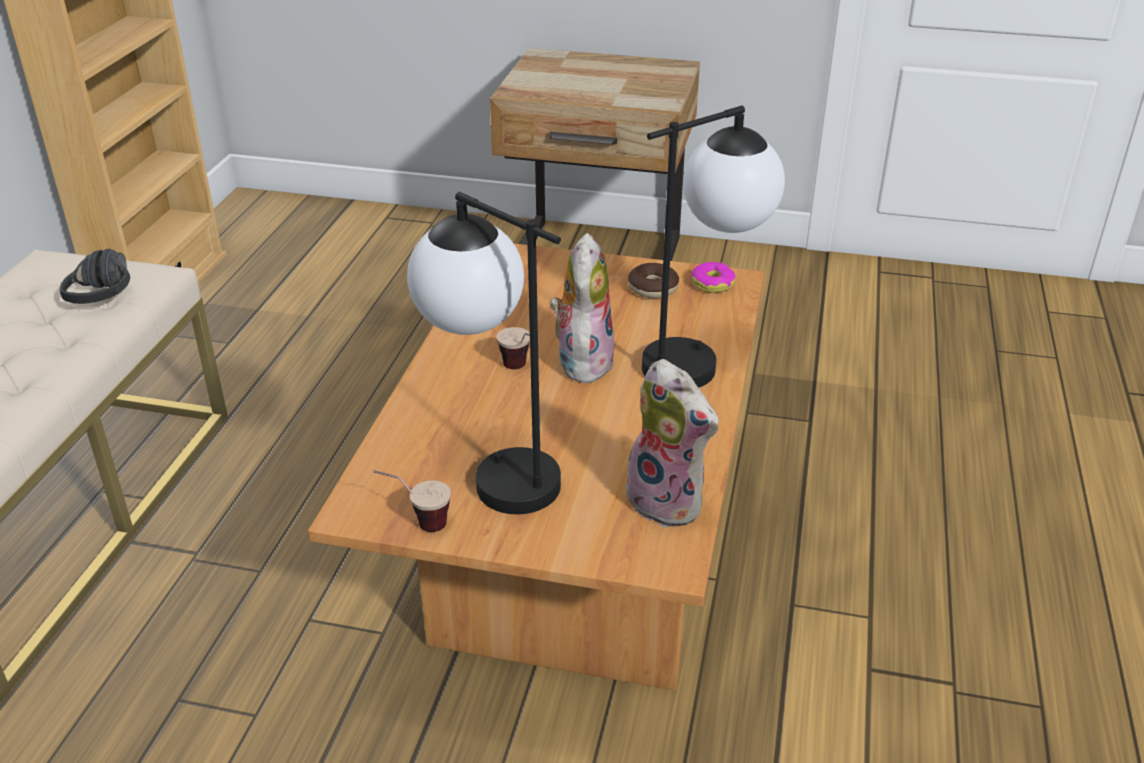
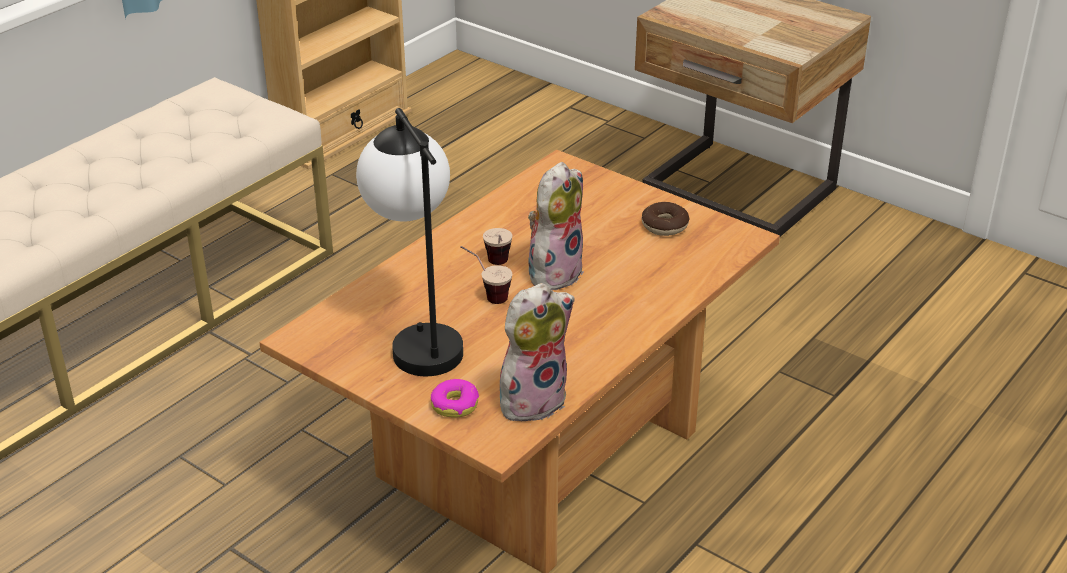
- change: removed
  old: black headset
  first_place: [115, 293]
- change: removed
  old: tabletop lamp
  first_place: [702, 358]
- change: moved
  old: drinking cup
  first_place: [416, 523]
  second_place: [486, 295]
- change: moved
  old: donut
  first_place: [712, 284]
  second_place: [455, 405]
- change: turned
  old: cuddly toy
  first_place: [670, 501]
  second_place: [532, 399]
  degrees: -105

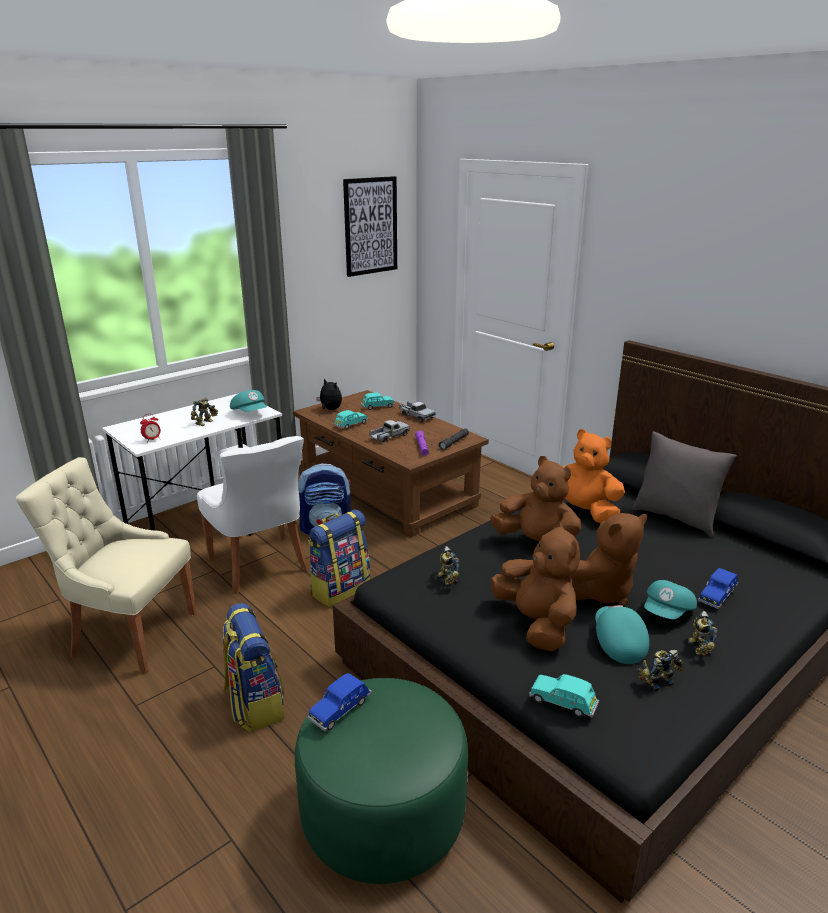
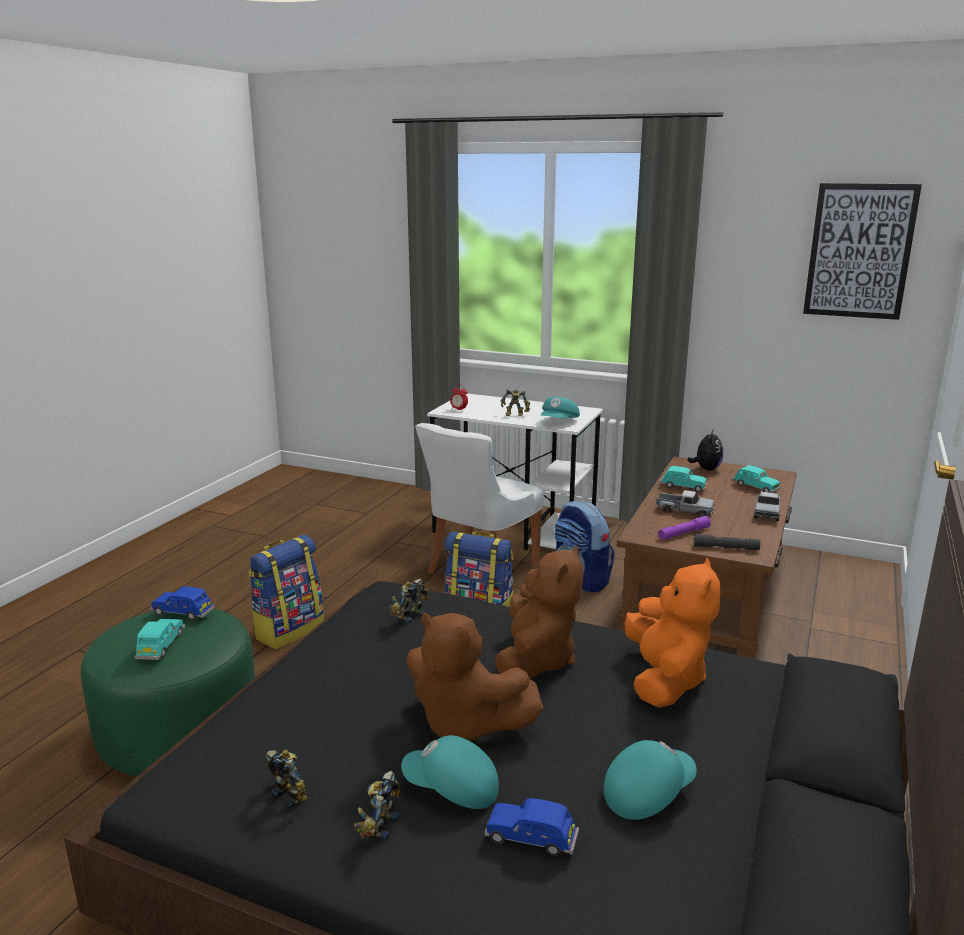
- change: removed
  old: sand-coloured chair
  first_place: [130, 634]
- change: removed
  old: brown cuddly toy
  first_place: [536, 624]
- change: removed
  old: grey pillow
  first_place: [675, 517]
- change: moved
  old: blue-green miniature car
  first_place: [563, 703]
  second_place: [161, 647]
- change: moved
  old: blue-green cap
  first_place: [617, 642]
  second_place: [647, 793]
- change: turned
  old: model robot
  first_place: [697, 648]
  second_place: [379, 825]
  degrees: -45

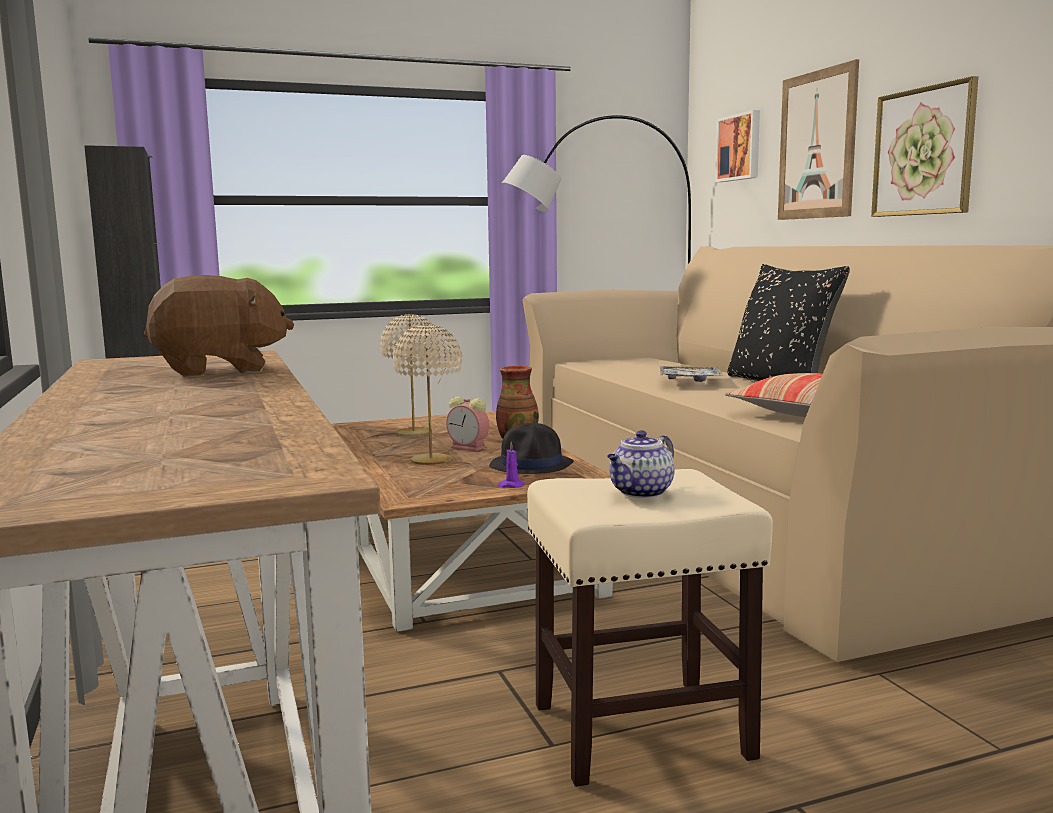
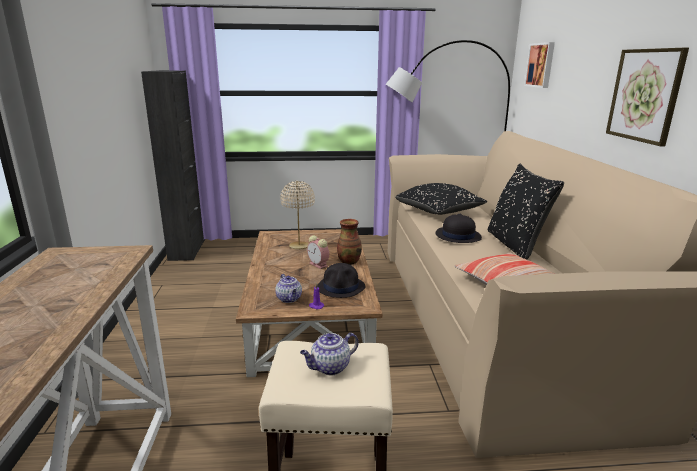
- change: removed
  old: brown cuddly toy
  first_place: [220, 370]
- change: removed
  old: sand-coloured tabletop lamp
  first_place: [431, 461]
- change: removed
  old: picture
  first_place: [817, 145]
- change: added
  new: tea pot
  second_place: [289, 299]
- change: added
  new: black pillow
  second_place: [439, 212]
- change: replaced
  old: tray
  new: black clothing hat
  first_place: [690, 380]
  second_place: [457, 236]

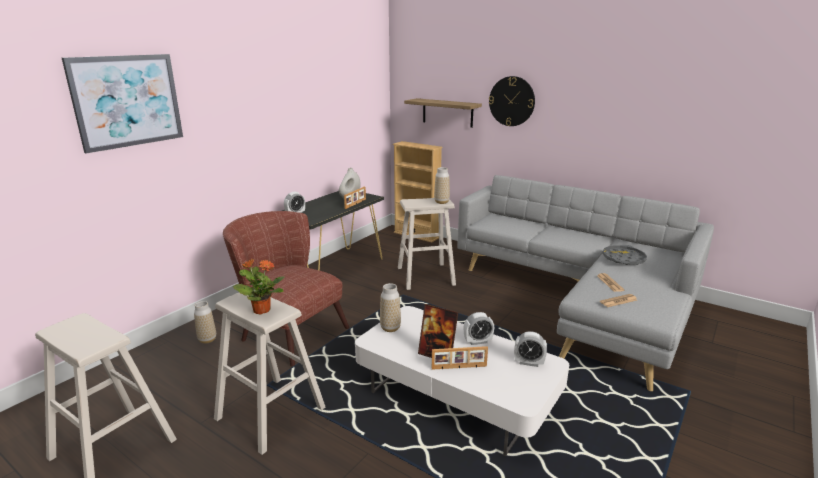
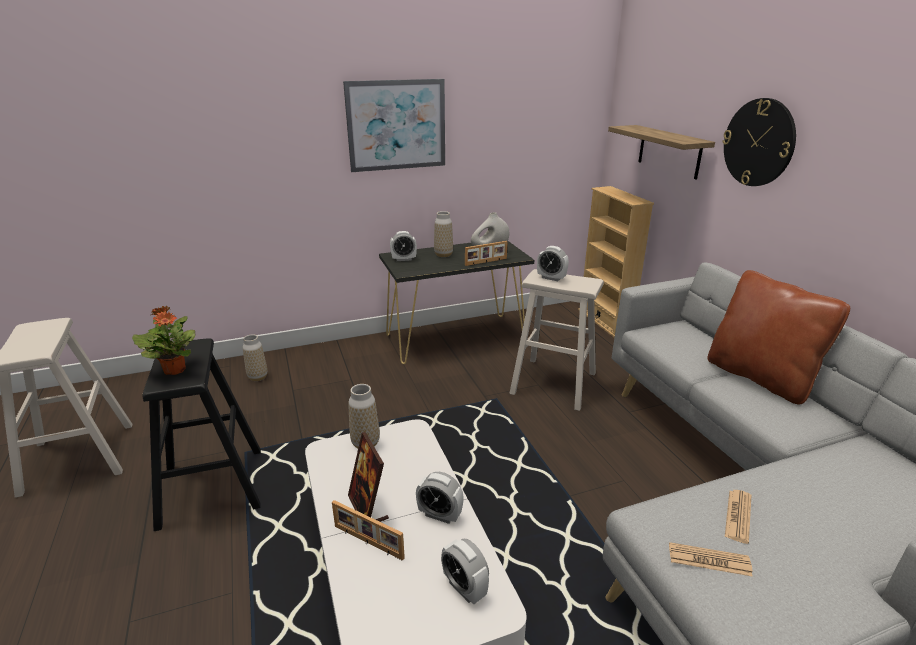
- change: removed
  old: brown armchair
  first_place: [288, 331]
- change: removed
  old: grey tray
  first_place: [623, 259]
- change: added
  new: alarm clock
  second_place: [551, 278]
- change: added
  new: brown pillow
  second_place: [760, 377]
- change: moved
  old: picture
  first_place: [127, 101]
  second_place: [396, 125]
- change: moved
  old: flower vase
  first_place: [441, 202]
  second_place: [443, 255]
- change: recoloured
  old: sand-coloured stool
  new: black stool
  first_place: [270, 413]
  second_place: [212, 487]

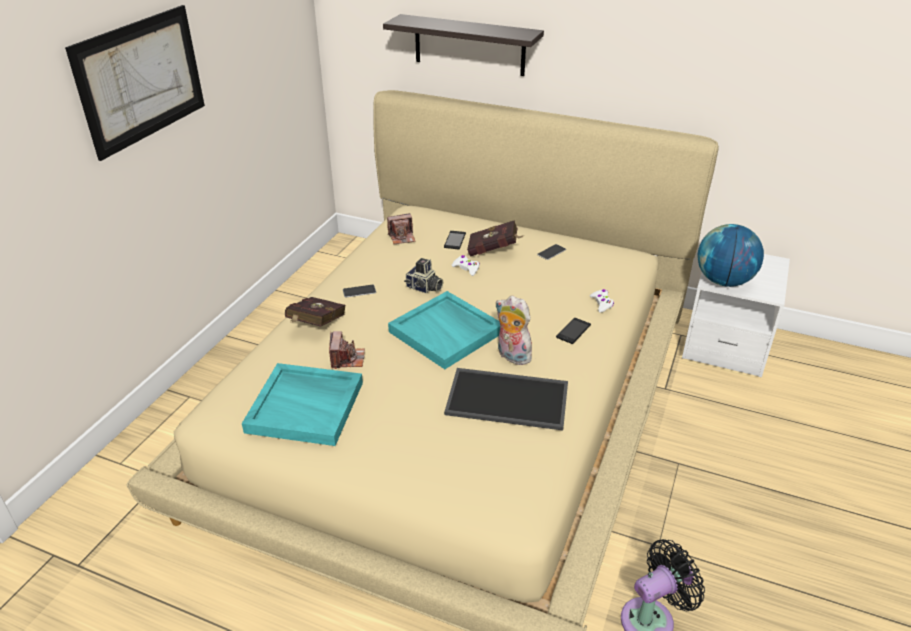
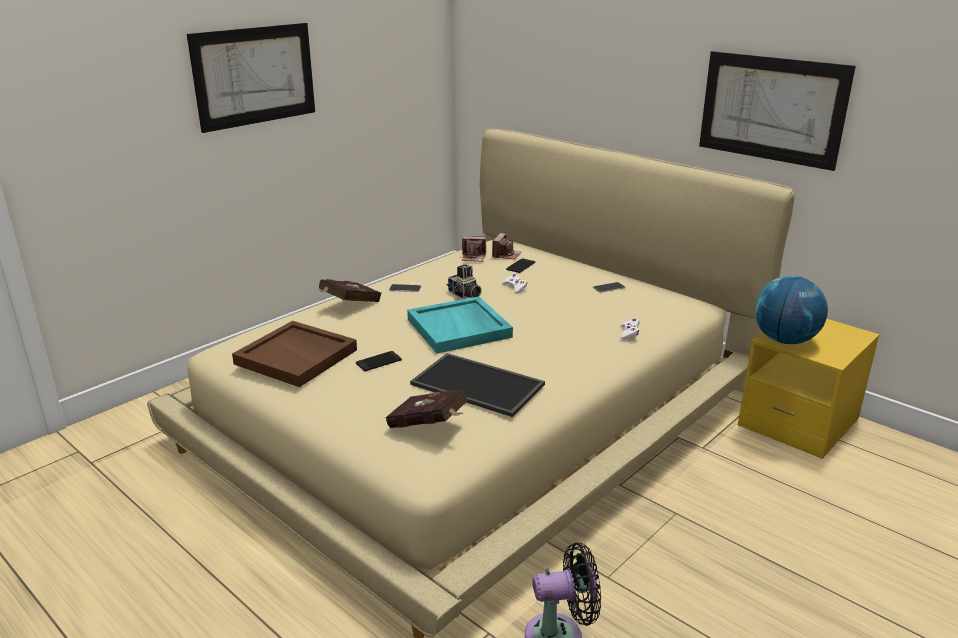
- change: removed
  old: wall shelf
  first_place: [469, 45]
- change: removed
  old: cuddly toy
  first_place: [511, 356]
- change: added
  new: picture
  second_place: [771, 109]
- change: moved
  old: still camera
  first_place: [347, 359]
  second_place: [506, 255]
- change: moved
  old: red book
  first_place: [494, 251]
  second_place: [430, 427]
- change: moved
  old: phone
  first_place: [573, 331]
  second_place: [378, 361]
- change: recoloured
  old: blue-green tray
  new: brown tray
  first_place: [306, 406]
  second_place: [297, 357]
- change: recoloured
  old: white bedside table
  new: yellow bedside table
  first_place: [725, 344]
  second_place: [798, 423]

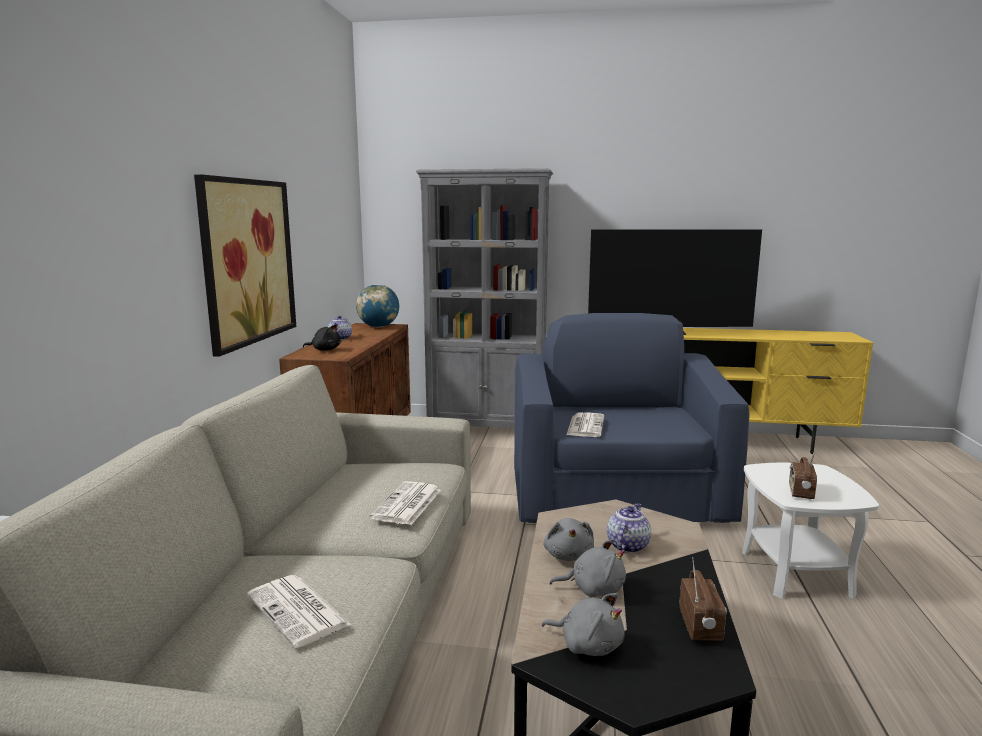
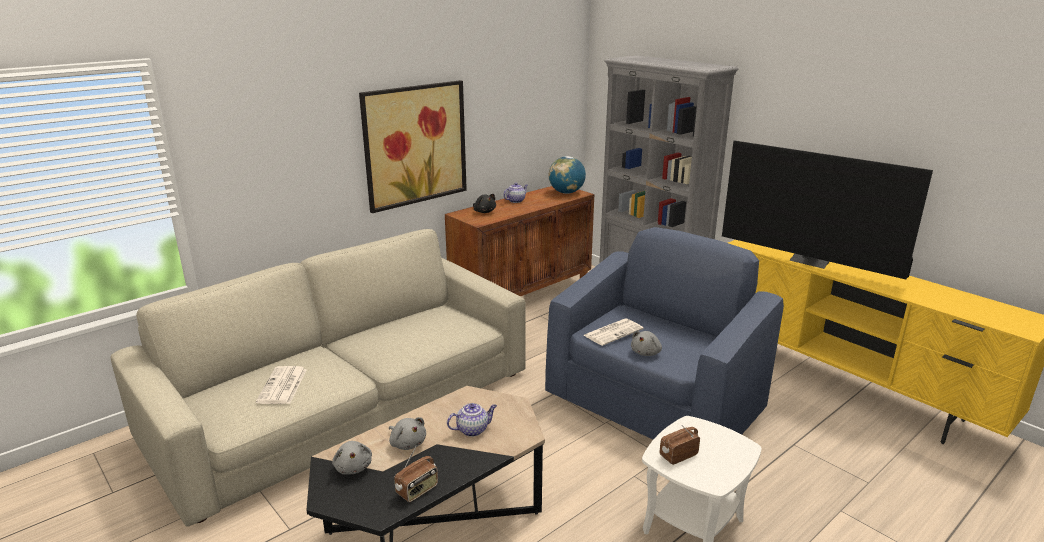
- change: removed
  old: daily paper
  first_place: [407, 504]
- change: moved
  old: grey cuddly toy
  first_place: [568, 555]
  second_place: [646, 353]

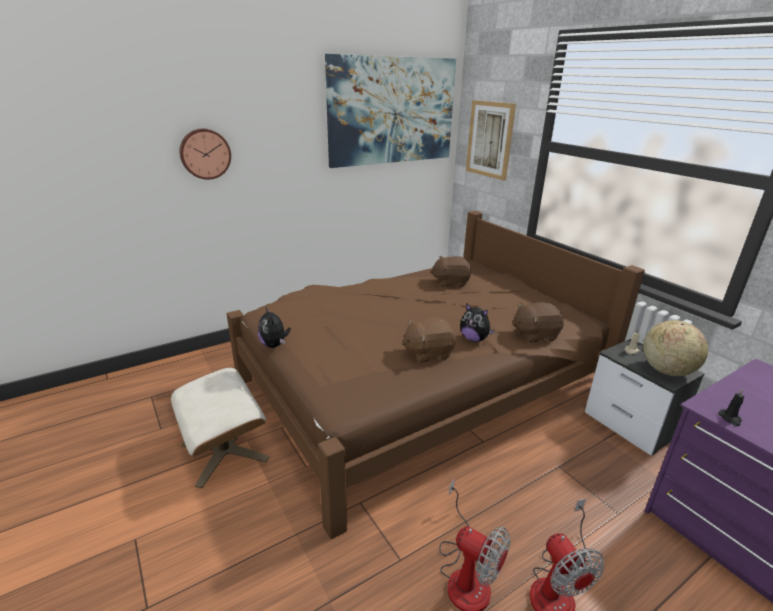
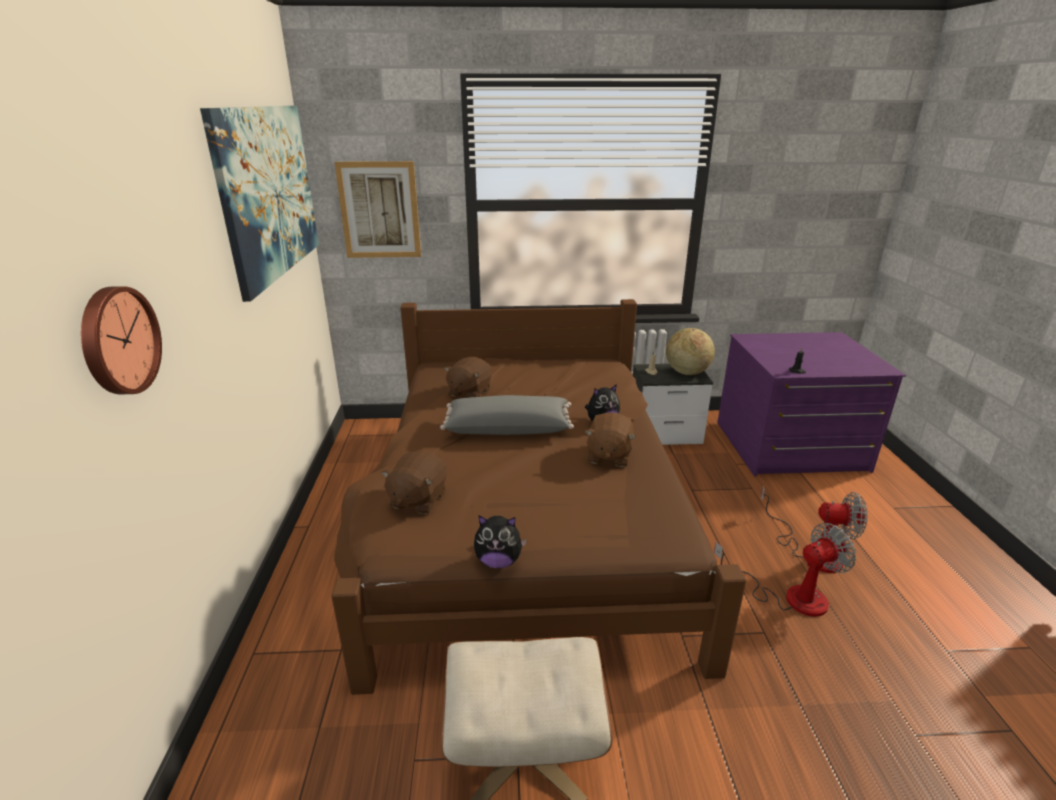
- change: added
  new: grey pillow
  second_place: [508, 428]
- change: moved
  old: brown cuddly toy
  first_place: [534, 335]
  second_place: [417, 500]

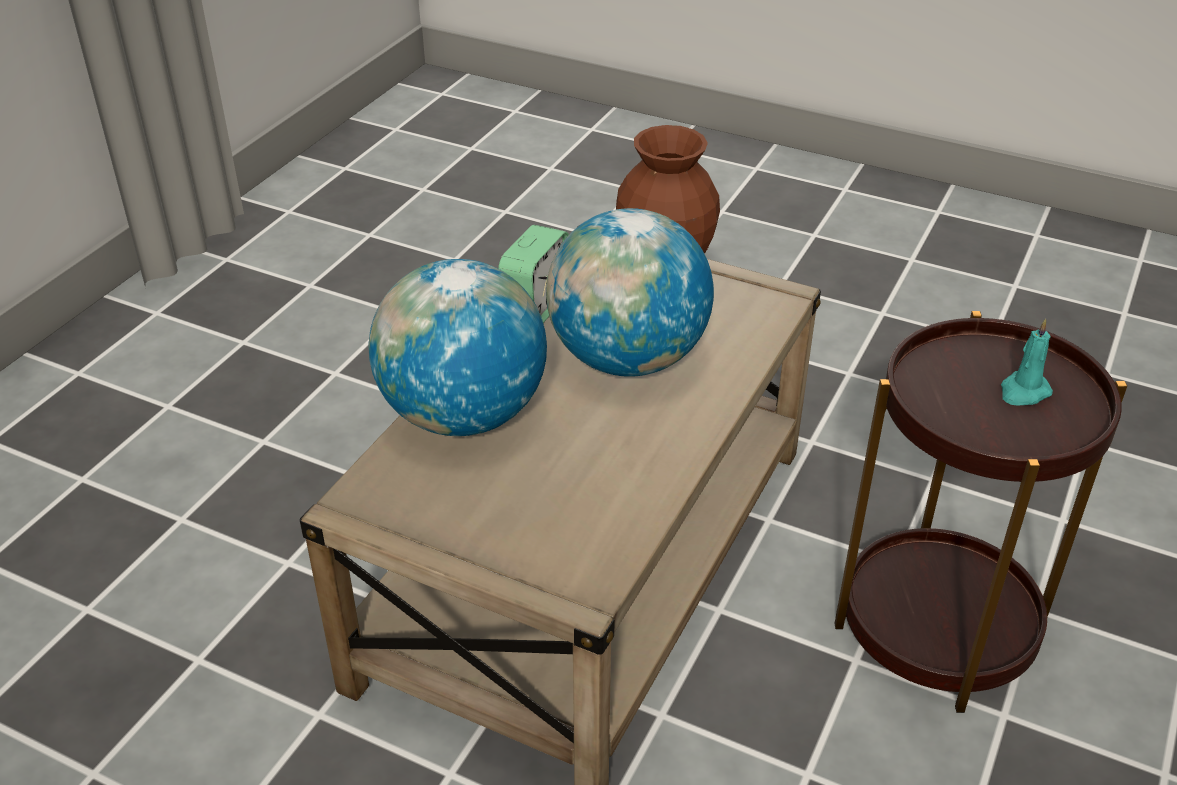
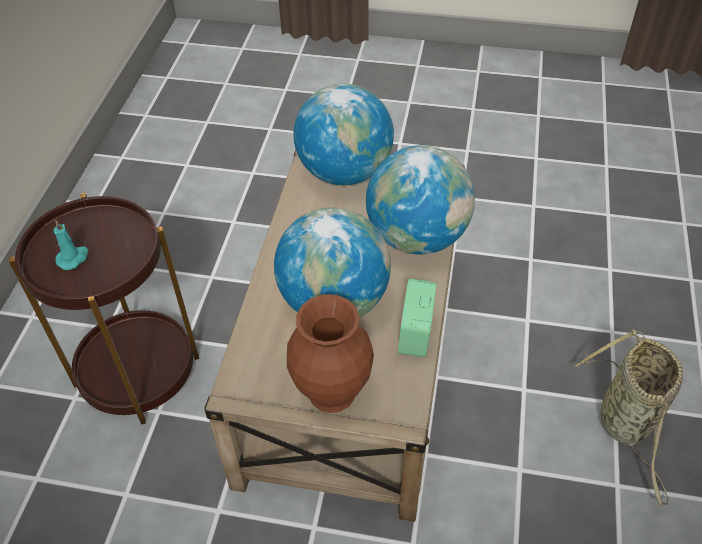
- change: added
  new: world globe
  second_place: [344, 172]
- change: added
  new: storage basket
  second_place: [626, 425]

